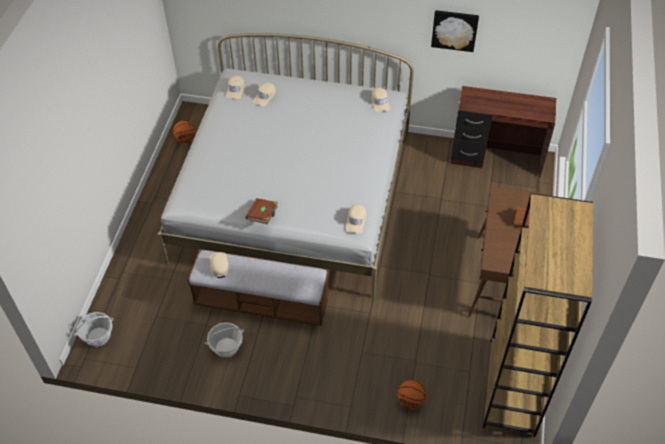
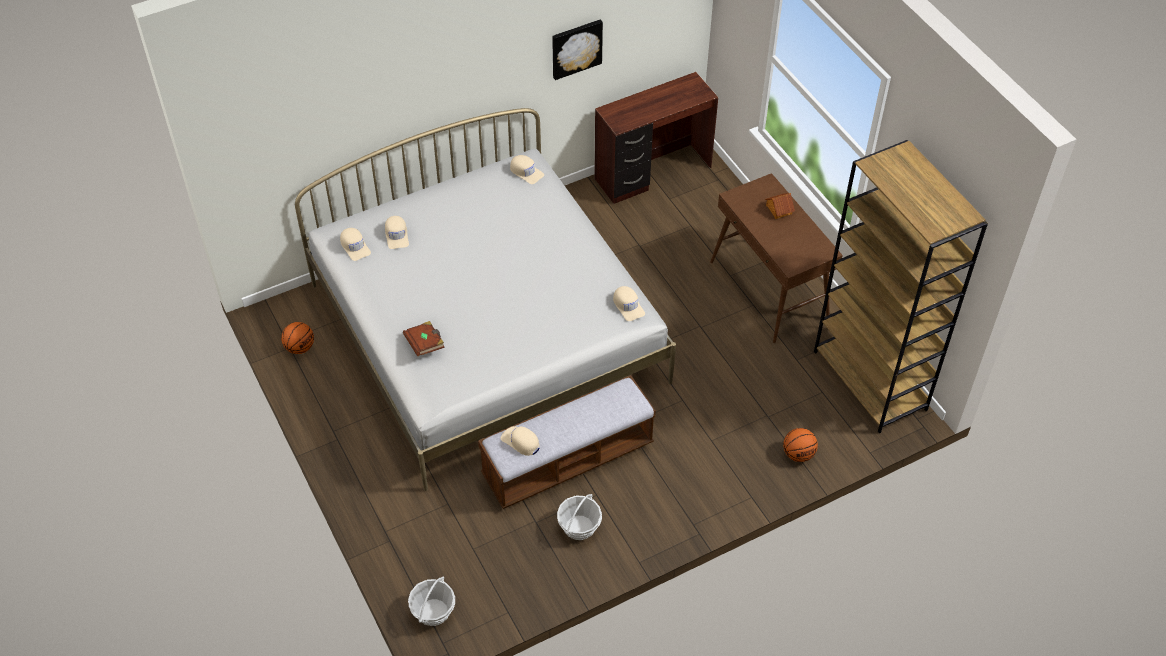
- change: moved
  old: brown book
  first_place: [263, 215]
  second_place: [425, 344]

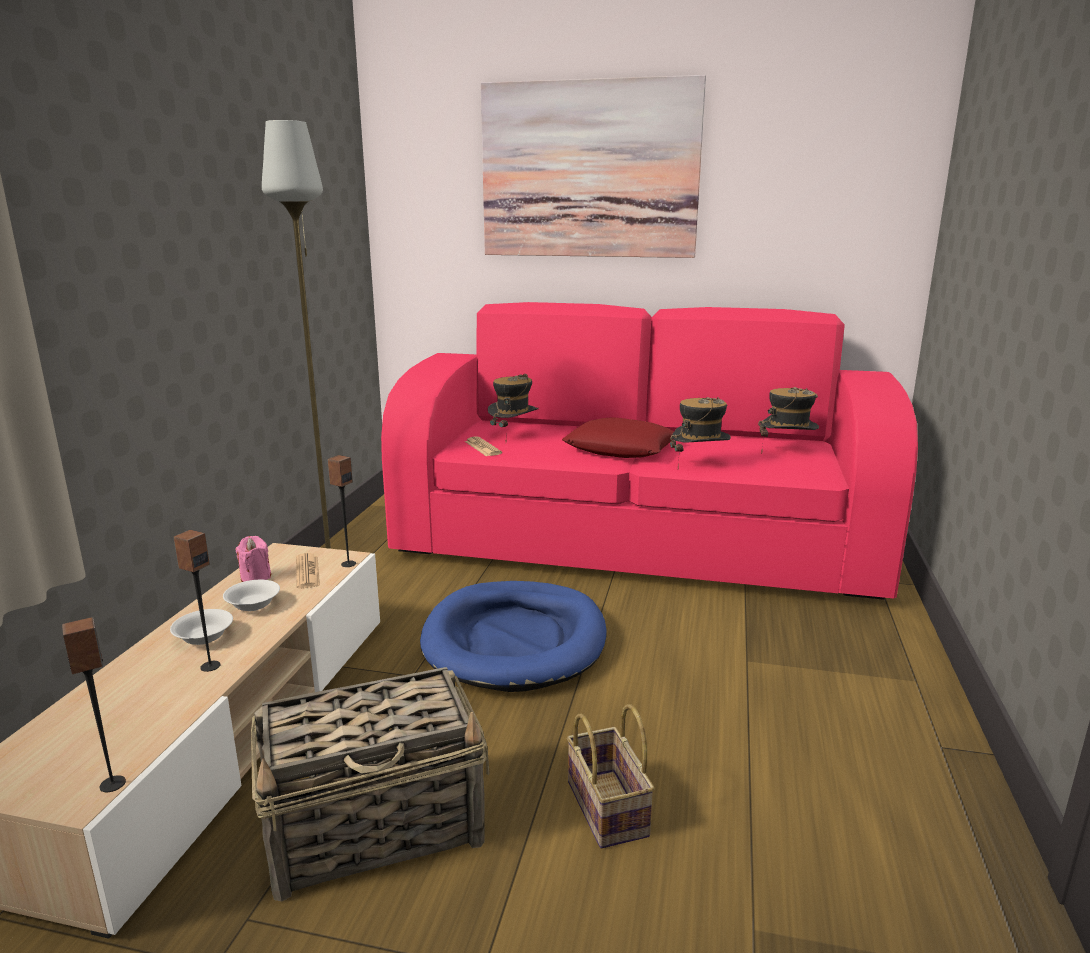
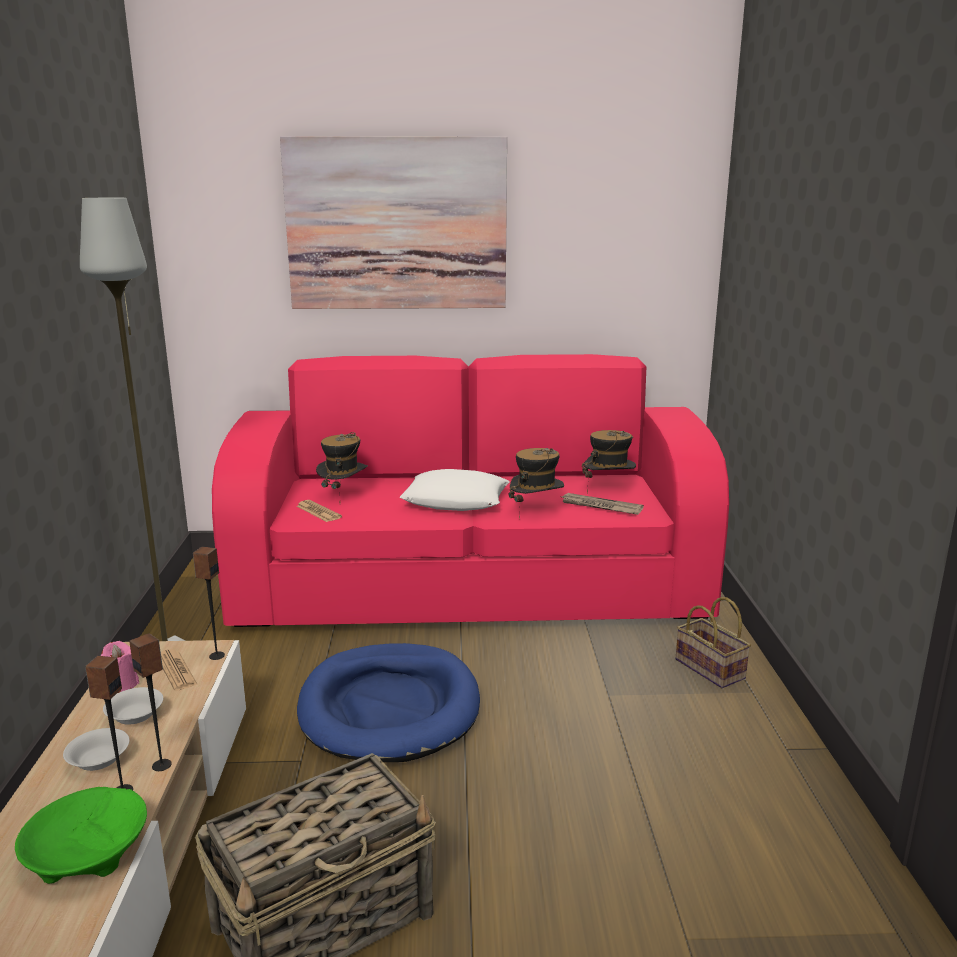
- change: added
  new: green serving bowl
  second_place: [86, 853]
- change: added
  new: daily paper
  second_place: [600, 506]
- change: moved
  old: speaker
  first_place: [113, 784]
  second_place: [162, 765]
- change: moved
  old: storage basket
  first_place: [610, 810]
  second_place: [712, 669]
- change: recoloured
  old: red pillow
  new: white pillow
  first_place: [620, 448]
  second_place: [456, 500]

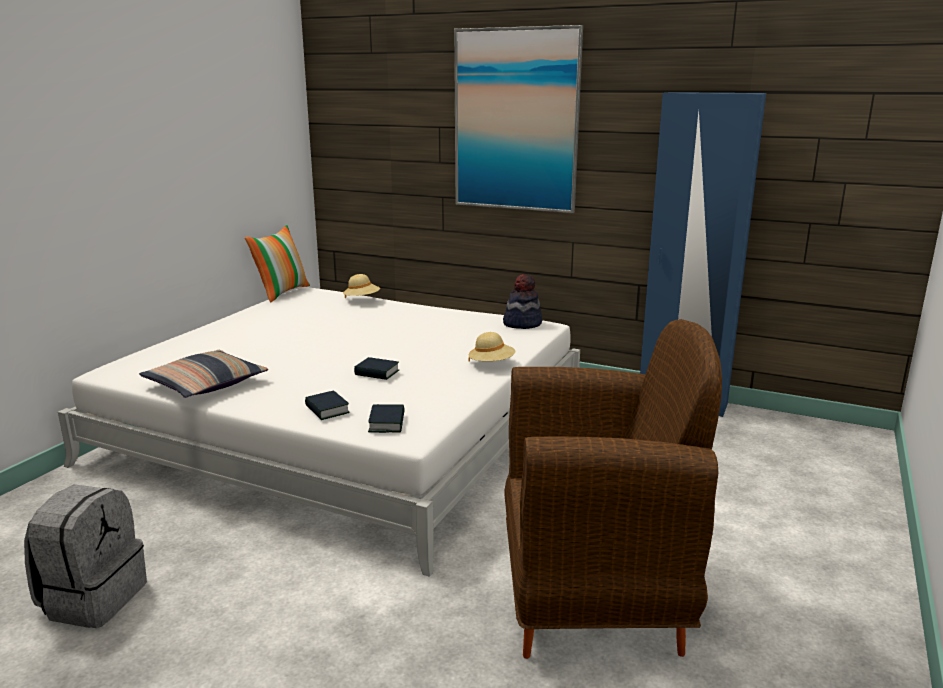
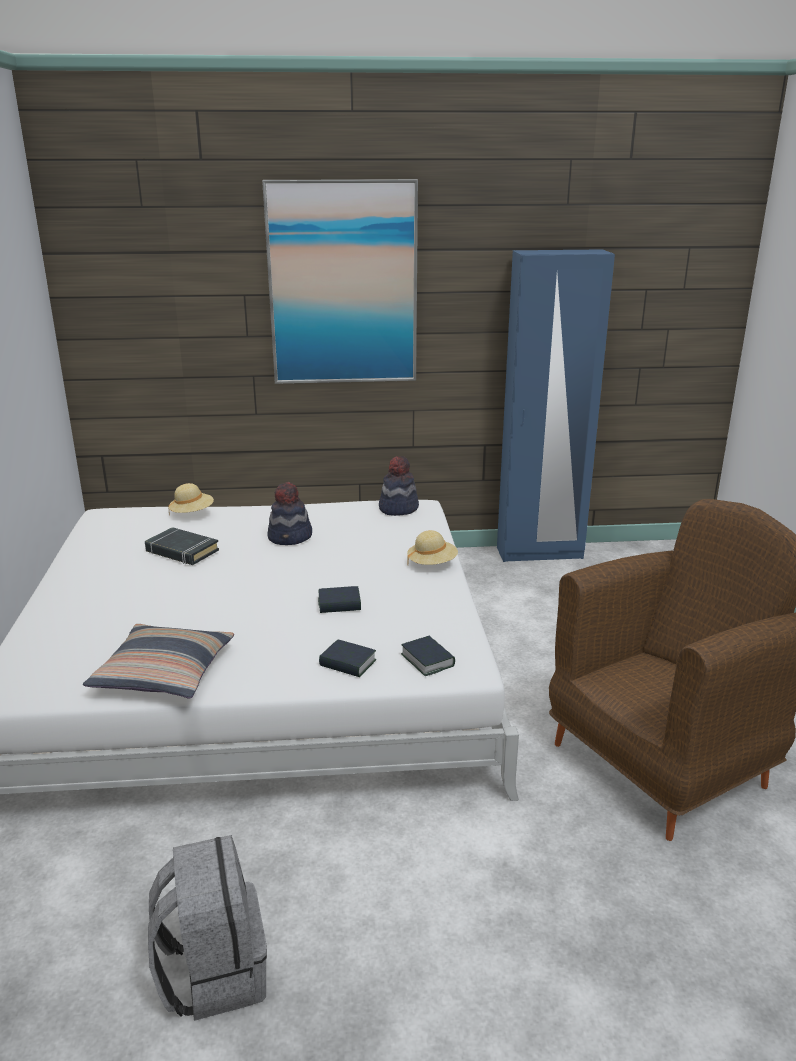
- change: removed
  old: pillow
  first_place: [281, 292]
- change: added
  new: black book
  second_place: [182, 551]
- change: added
  new: clothing hat
  second_place: [290, 537]

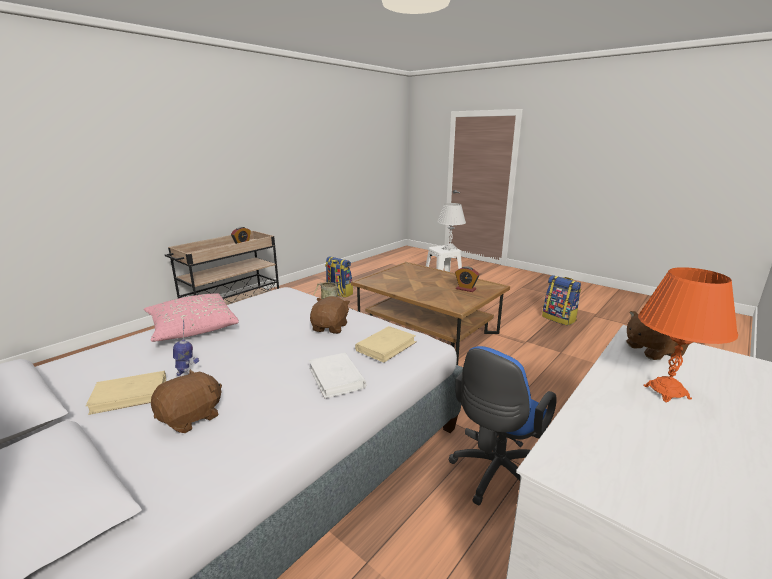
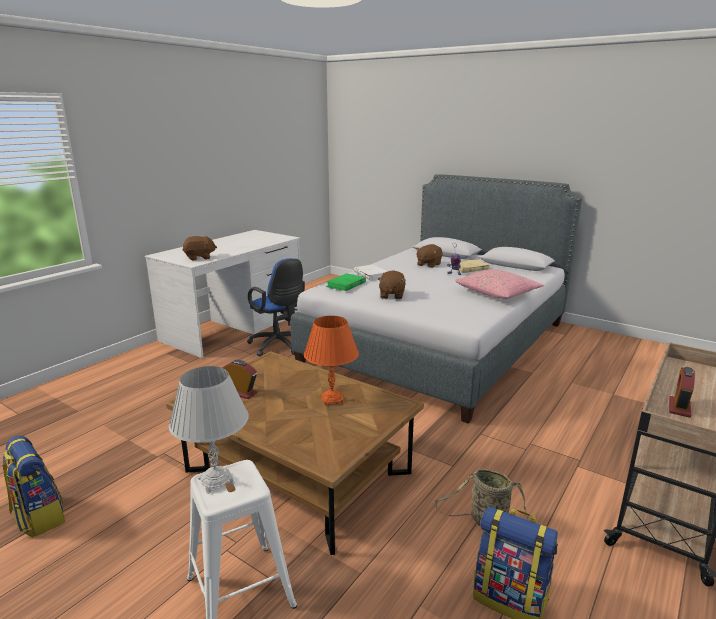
- change: moved
  old: orange-coloured tabletop lamp
  first_place: [666, 392]
  second_place: [332, 400]
- change: recoloured
  old: sand-coloured book
  new: green book
  first_place: [386, 346]
  second_place: [346, 284]
- change: turned
  old: blue office chair
  first_place: [495, 475]
  second_place: [279, 346]
  degrees: 105

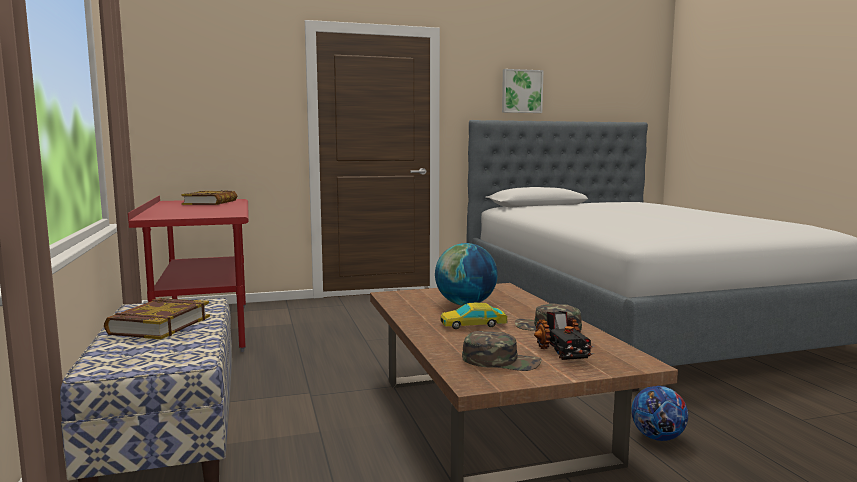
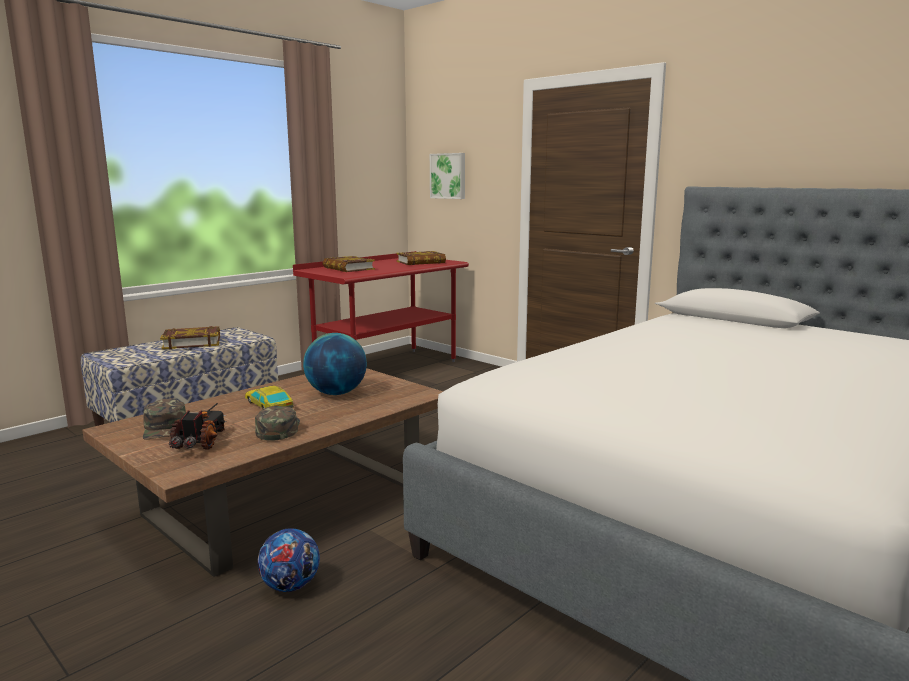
- change: added
  new: book
  second_place: [348, 268]
- change: moved
  old: picture
  first_place: [521, 91]
  second_place: [448, 176]
- change: turned
  old: toy lorry
  first_place: [561, 351]
  second_place: [201, 442]
  degrees: 135

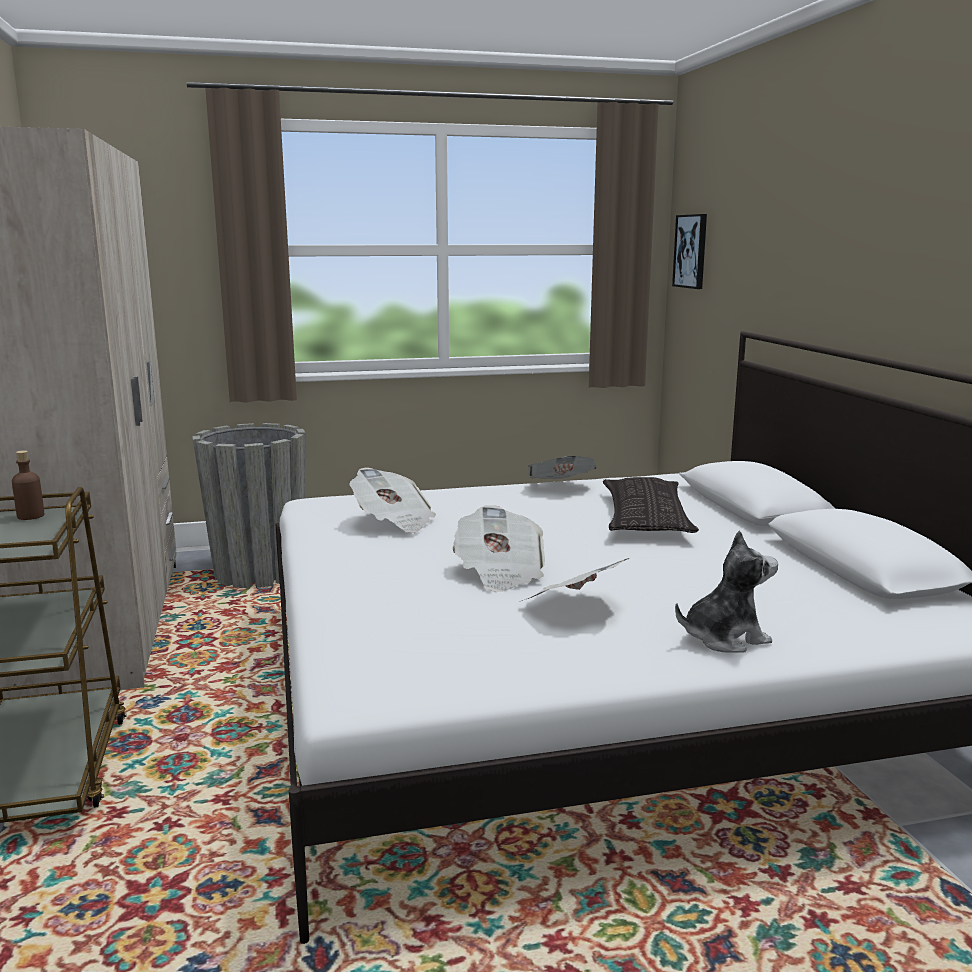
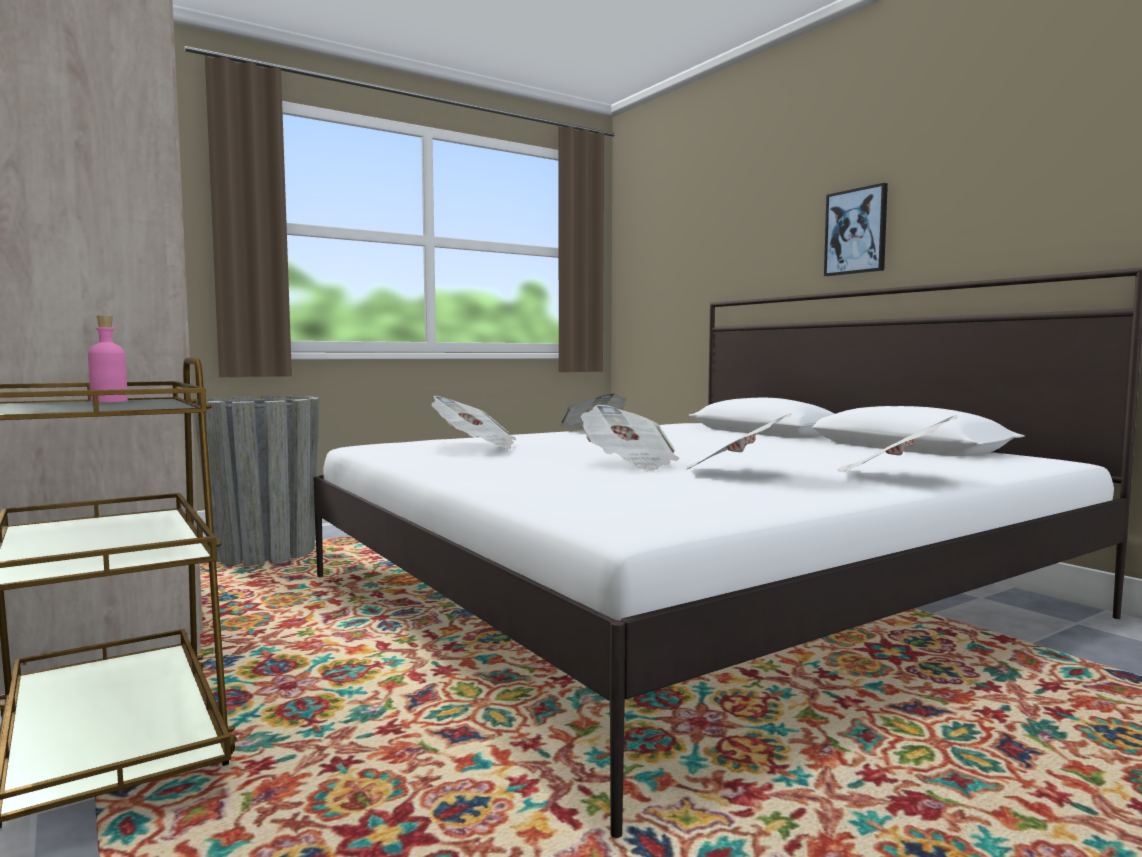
- change: removed
  old: pillow
  first_place: [645, 518]
- change: moved
  old: picture
  first_place: [691, 251]
  second_place: [856, 231]
- change: replaced
  old: cuddly toy
  new: daily paper
  first_place: [724, 638]
  second_place: [890, 476]
- change: recoloured
  old: brown bottle
  new: pinkish bottle
  first_place: [30, 516]
  second_place: [109, 401]

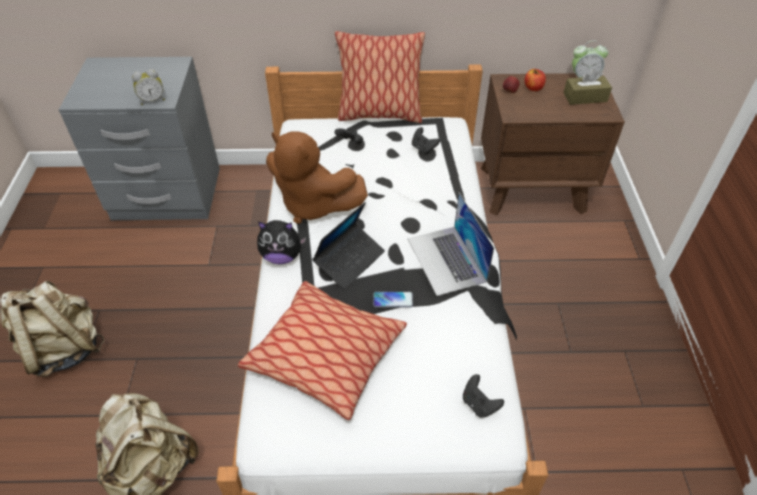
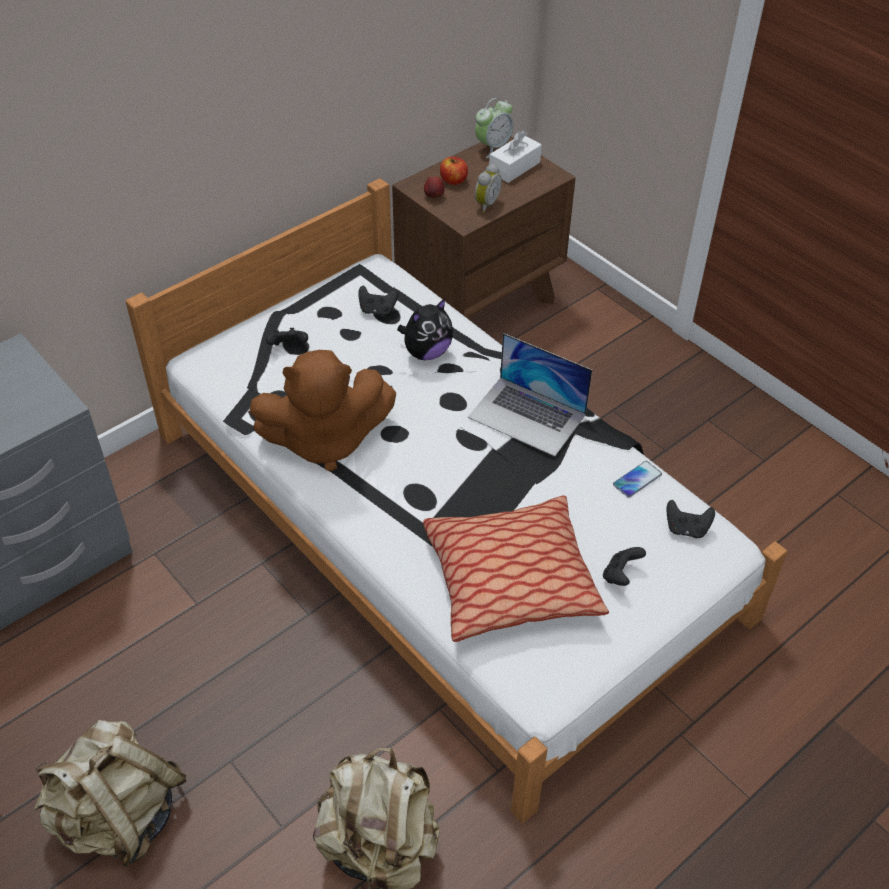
- change: removed
  old: laptop
  first_place: [349, 260]
- change: removed
  old: pillow
  first_place: [379, 114]
- change: added
  new: black gamepad
  second_place: [620, 575]
- change: moved
  old: alarm clock
  first_place: [152, 100]
  second_place: [485, 204]
- change: moved
  old: cuddly toy
  first_place: [282, 256]
  second_place: [426, 352]
- change: moved
  old: phone
  first_place: [393, 300]
  second_place: [637, 480]
- change: recoloured
  old: brown tissue holder
  new: white tissue holder
  first_place: [585, 97]
  second_place: [514, 167]

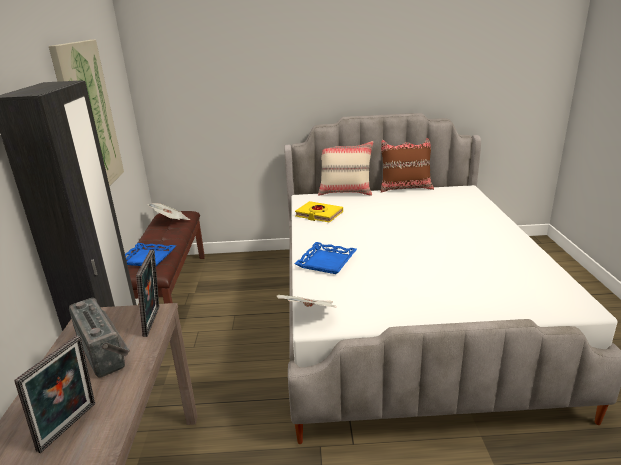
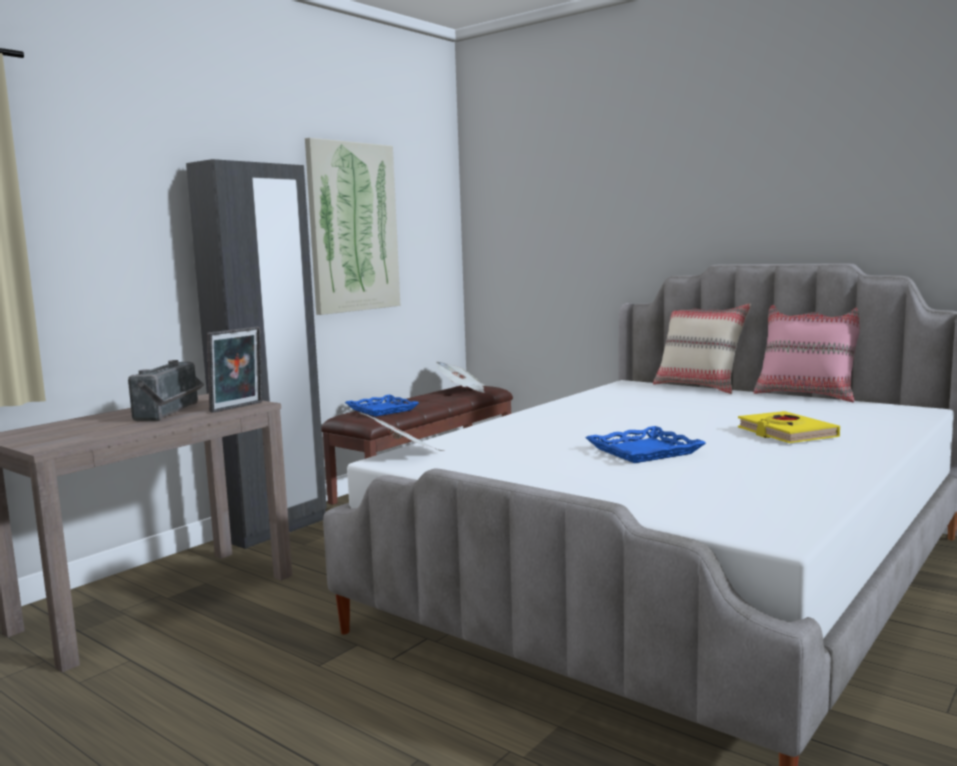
- change: removed
  old: photo frame
  first_place: [70, 427]
- change: moved
  old: blue tray
  first_place: [326, 262]
  second_place: [643, 451]
- change: moved
  old: yellow book
  first_place: [319, 215]
  second_place: [786, 433]
- change: recoloured
  old: brown pillow
  new: pinkish pillow
  first_place: [405, 188]
  second_place: [807, 395]

